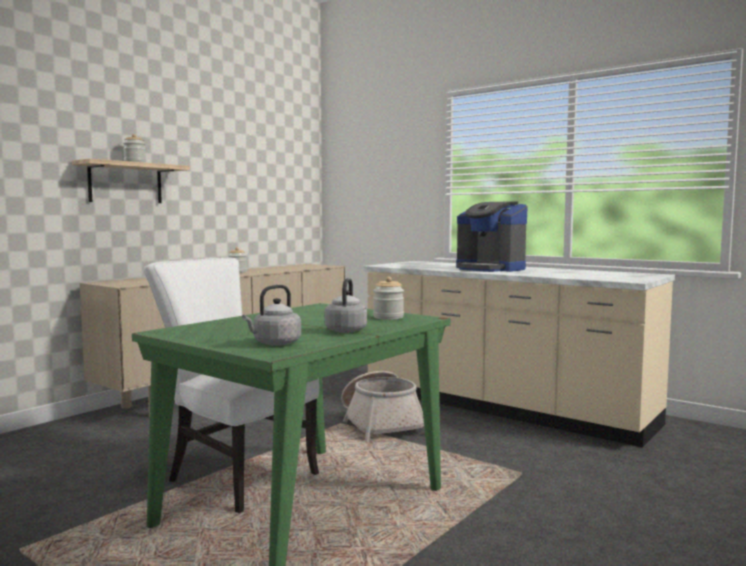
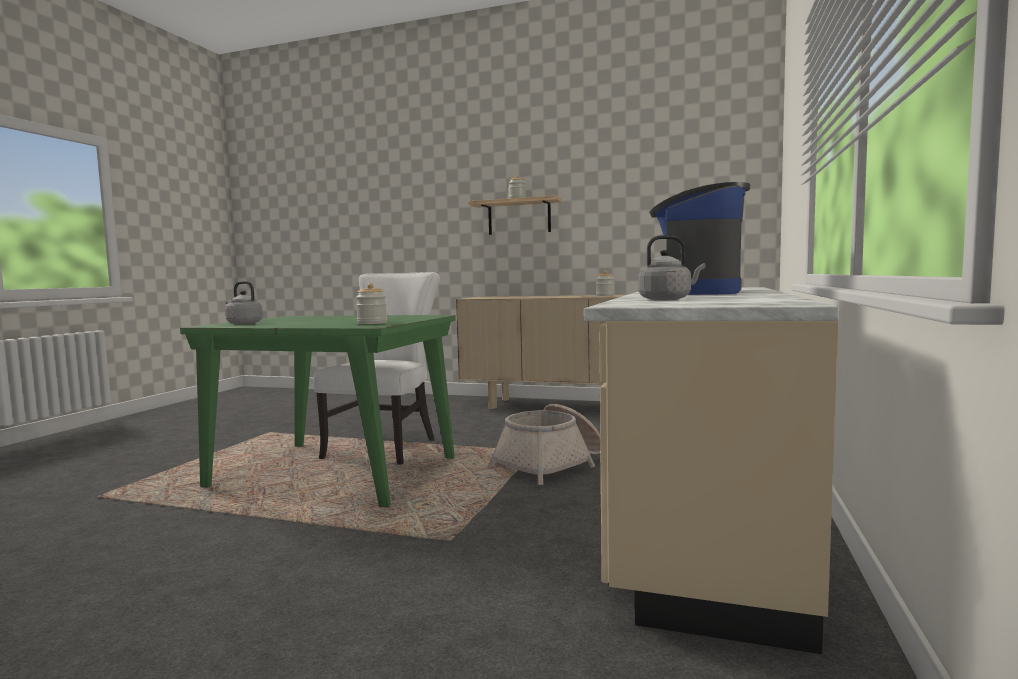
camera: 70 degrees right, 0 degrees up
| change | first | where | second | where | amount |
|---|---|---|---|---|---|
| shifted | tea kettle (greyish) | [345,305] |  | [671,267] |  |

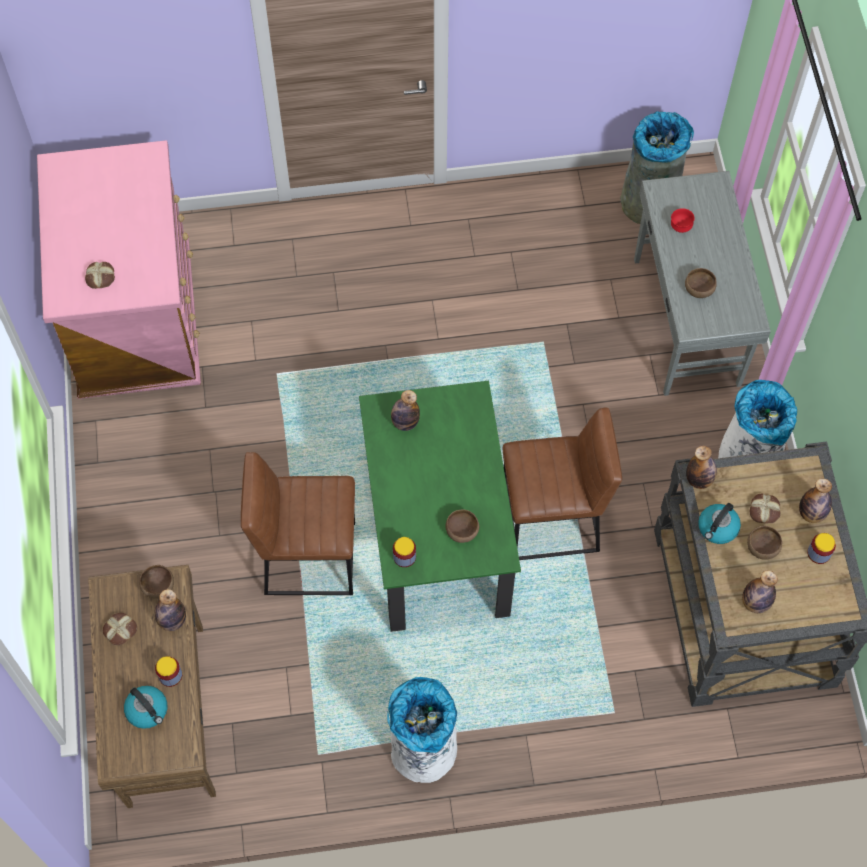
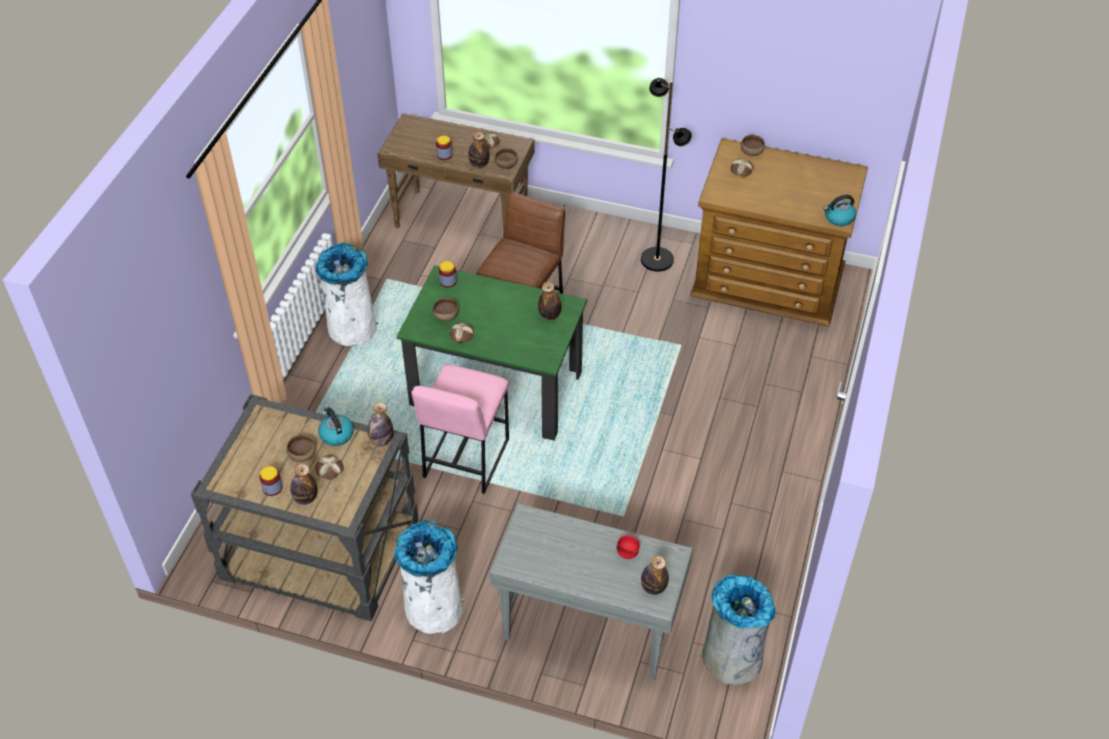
camera: 115 degrees right, 15 degrees down
| change | first | where | second | where | amount |
|---|---|---|---|---|---|
| repainted | plain chair (brownish) | [562,484] | plain chair (pink-coloured) | [460,429] |  |
| new |  |  | baked bread | [462,332] |  |
| new |  |  | standing lamp (black-coloured) | [666,174] |  |
| shifted | drink bottle | [760,592] |  | [655,575] |  |
| repainted | drawer chest (pink-coloured) | [119,269] | drawer chest (brownish) | [779,232] |  |
| shifted | bowl (brownish) | [701,283] |  | [753,145] |  |
| shifted | tea kettle | [145,707] |  | [839,210] |  |

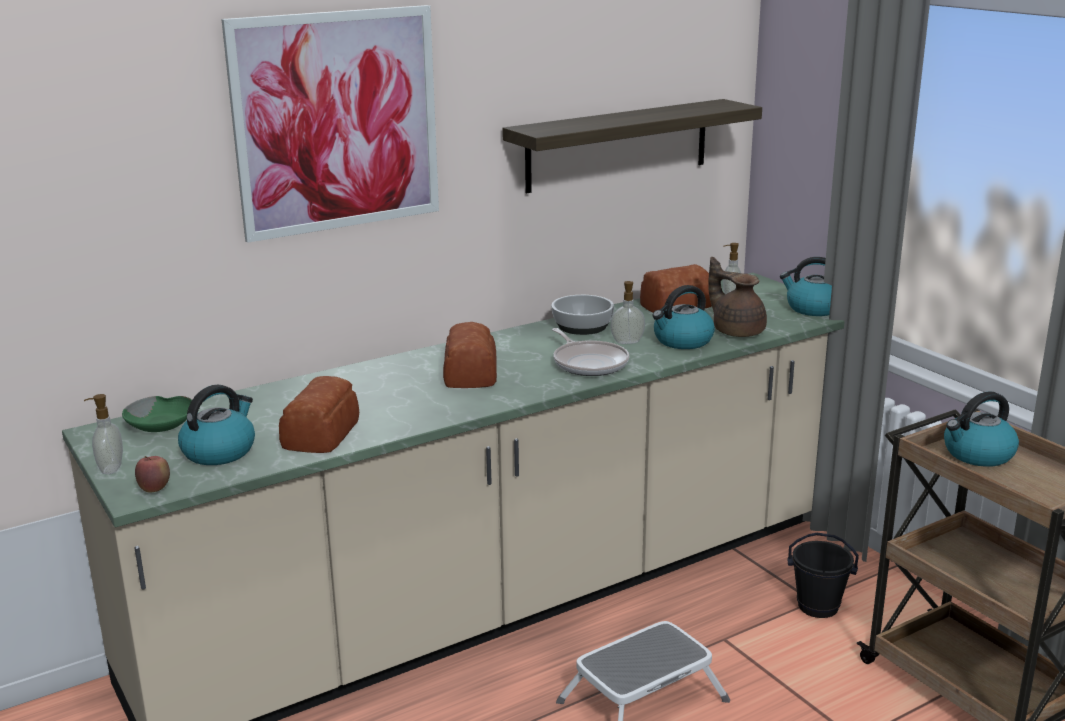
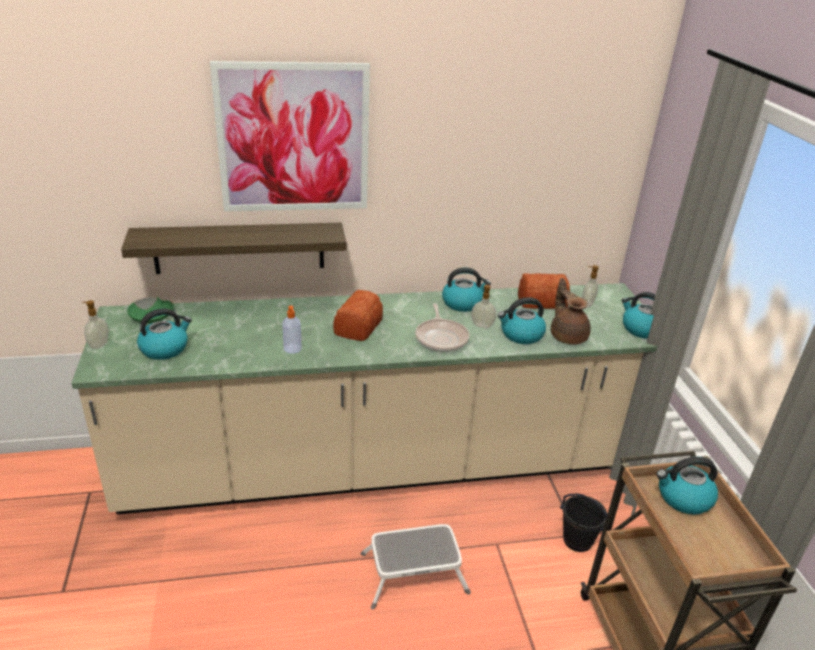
camera: 20 degrees right, 10 degrees up
| change | first | where | second | where | amount |
|---|---|---|---|---|---|
| shifted | bracket shelf | [632,146] |  | [234,248] |  |
| new |  |  | liquid soap bottle | [292,330] |  |
| swapped | bowl | [582,315] | tea kettle | [466,289] |  |
| gone | apple | [152,474] |  |  |  |
| gone | baked bread | [319,414] |  |  |  |

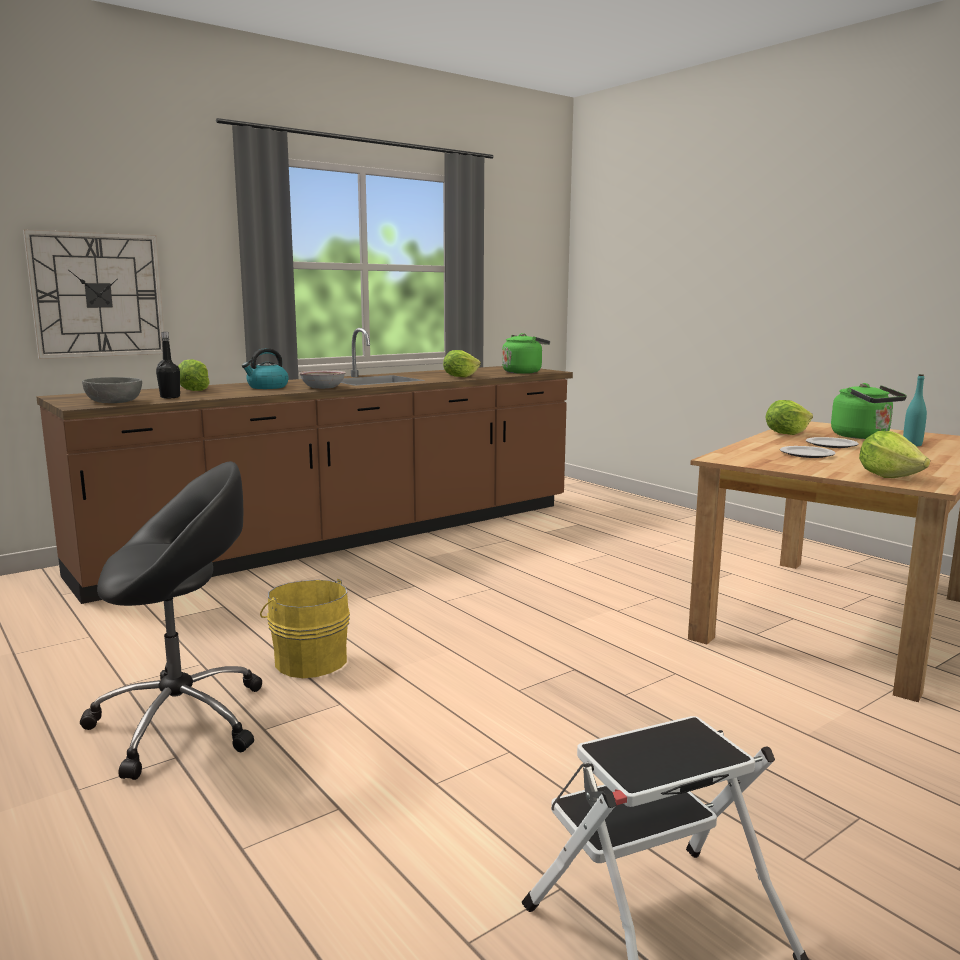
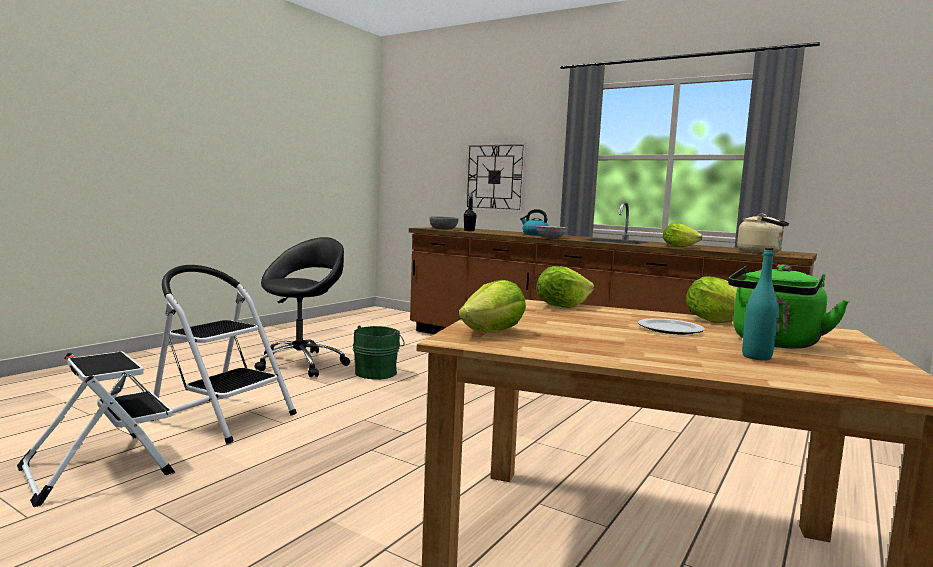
camera: 70 degrees right, 5 degrees down
| change | first | where | second | where | amount |
|---|---|---|---|---|---|
| new |  |  | step ladder | [225,354] |  |
| rotated | office chair (black-coloured) | [171,620] |  | [302,307] | 105 degrees counterclockwise |
| repainted | water bucket (yellowish) | [305,628] | water bucket (greenish) | [378,352] |  |
| shifted | lettuce head | [194,375] |  | [565,287] |  |
| repainted | tea kettle (greenish) | [526,353] | tea kettle (sand-coloured) | [763,234] |  |
| gone | dinner plate | [808,452] |  |  |  |

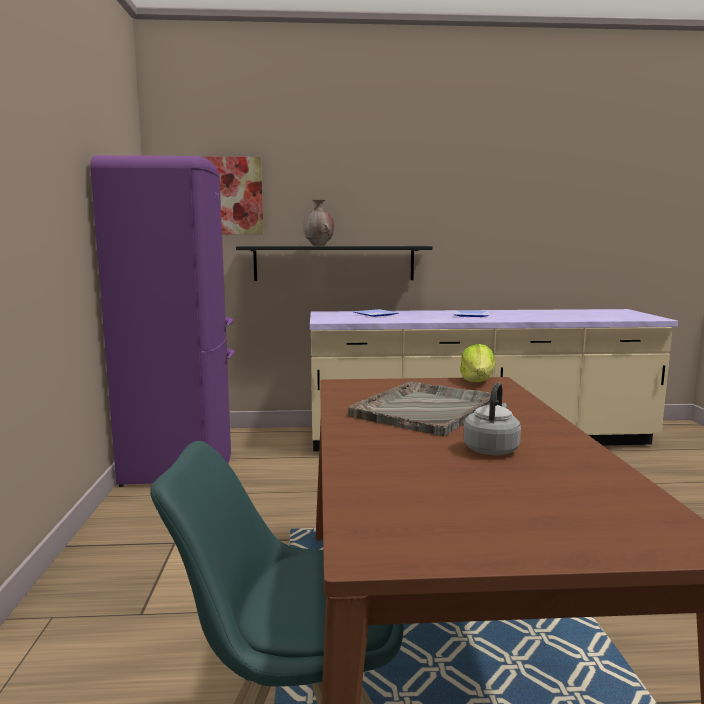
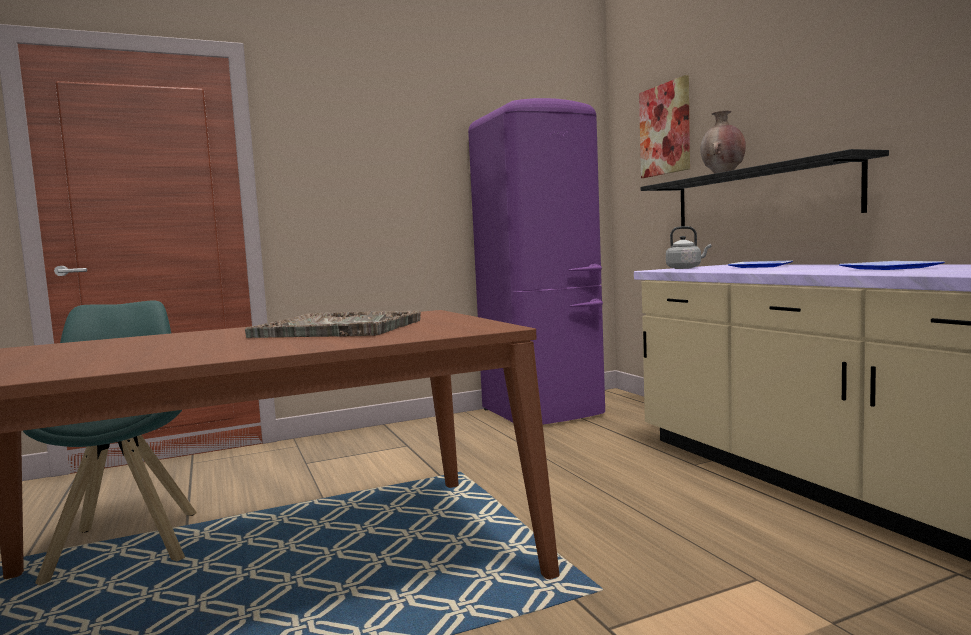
camera: 70 degrees right, 5 degrees down
| change | first | where | second | where | amount |
|---|---|---|---|---|---|
| shifted | tea kettle (greyish) | [492,418] |  | [688,247] |  |
| gone | lettuce head | [477,363] |  |  |  |

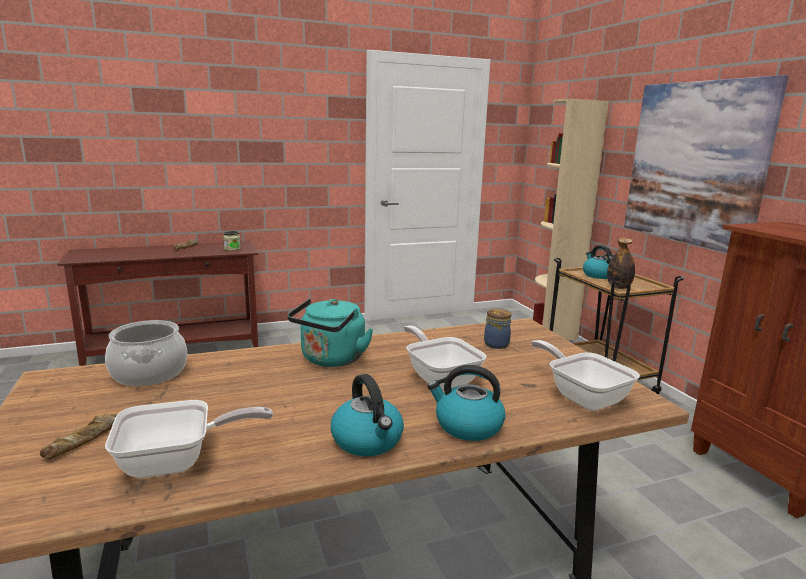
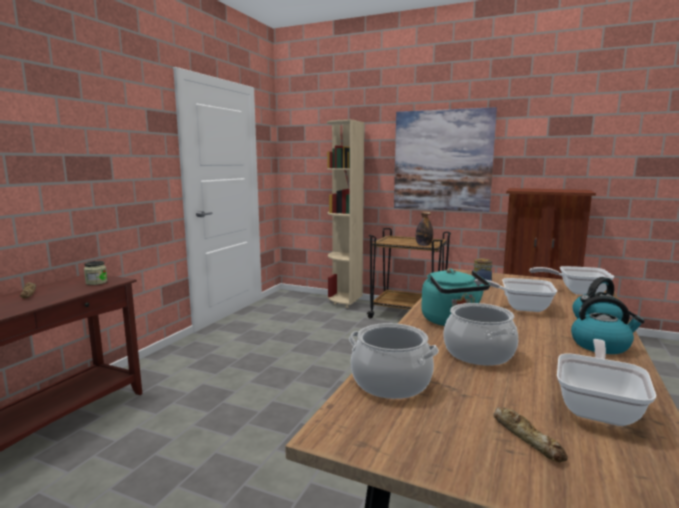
camera: 45 degrees left, 5 degrees down
| change | first | where | second | where | amount |
|---|---|---|---|---|---|
| new |  |  | saucepot | [480,334] |  |
| gone | tea kettle | [597,262] |  |  |  |

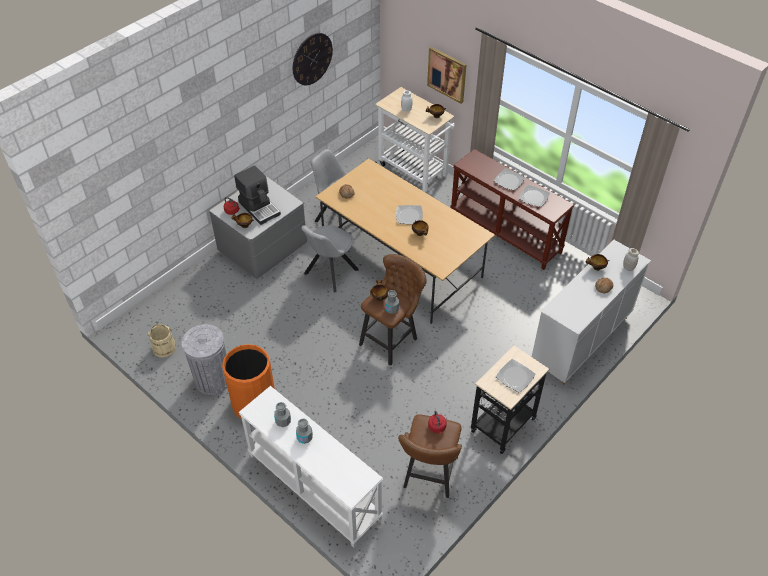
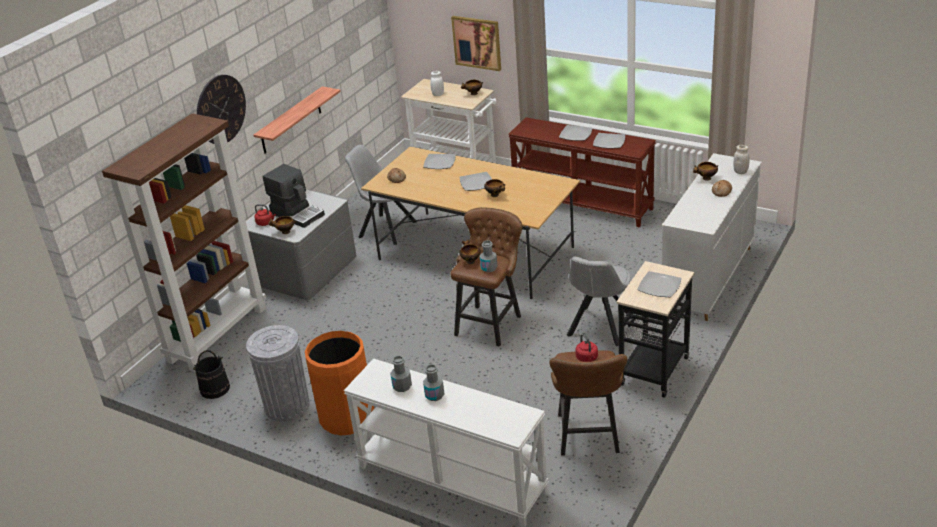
camera: 10 degrees left, 15 degrees down
| change | first | where | second | where | amount |
|---|---|---|---|---|---|
| new |  |  | bookcase (brownish) | [184,242] |  |
| repainted | water bucket (sand-coloured) | [161,341] | water bucket (black-coloured) | [211,374] |  |
| shifted | wall clock | [313,59] |  | [221,109] |  |
| new |  |  | bracket shelf | [297,120] |  |
| new |  |  | dinner plate | [439,161] |  |
| shifted | plain chair (greyish) | [330,258] |  | [599,301] |  |

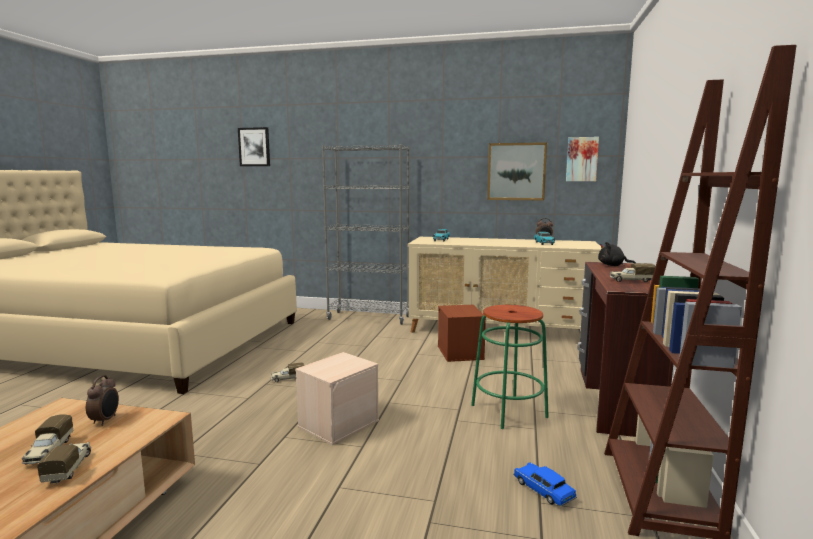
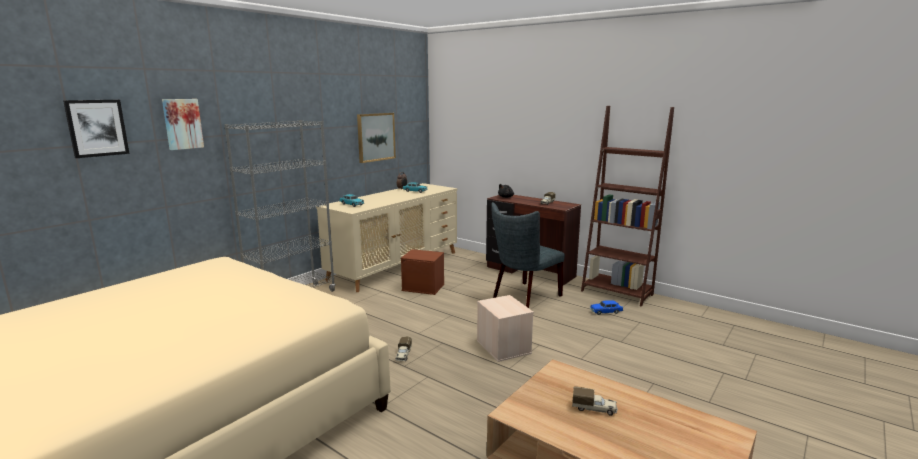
camera: 65 degrees left, 5 degrees up
| change | first | where | second | where | amount |
|---|---|---|---|---|---|
| shifted | wall picture | [582,159] |  | [183,124] |  |
| swapped | stool seat (greenish) | [510,367] | plain chair (greyish) | [528,255] |  |
| gone | toy lorry | [64,463] |  |  |  |
| gone | alarm clock | [102,400] |  |  |  |

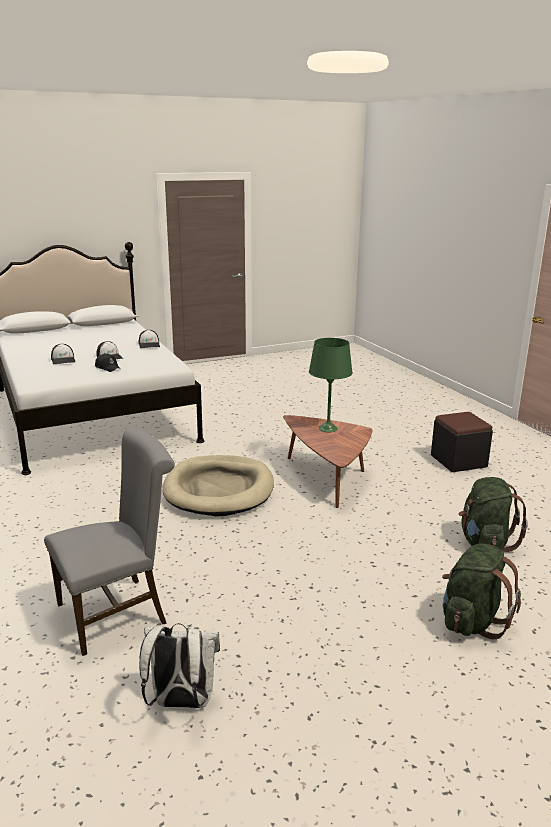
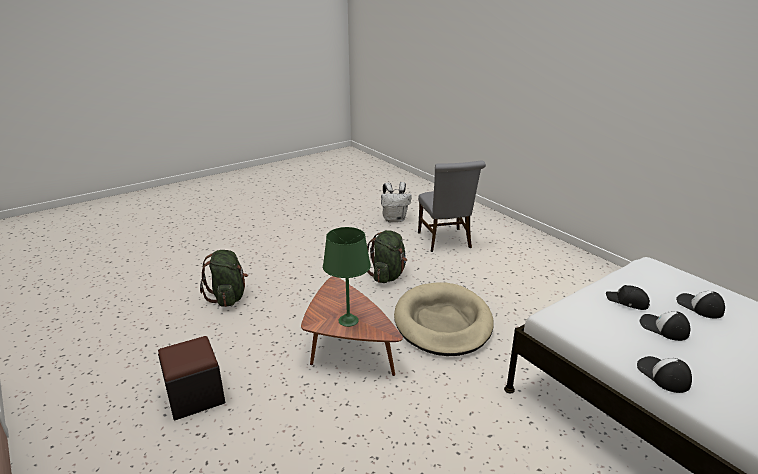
camera: 170 degrees right, 5 degrees up
| change | first | where | second | where | amount |
|---|---|---|---|---|---|
| shifted | backpack (greenish) | [481,591] |  | [387,256] |  |
| rotated | plain chair (greyish) | [109,541] |  | [452,206] | 60 degrees counterclockwise |

